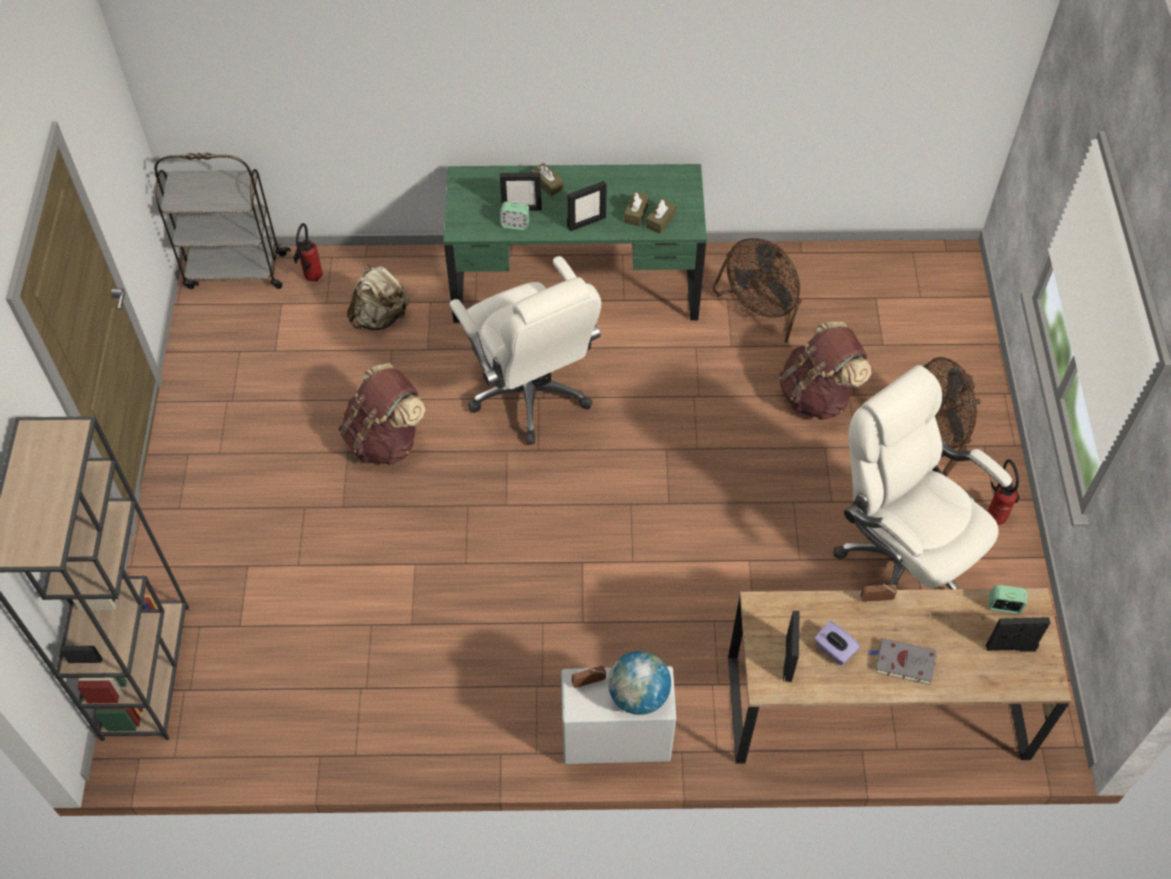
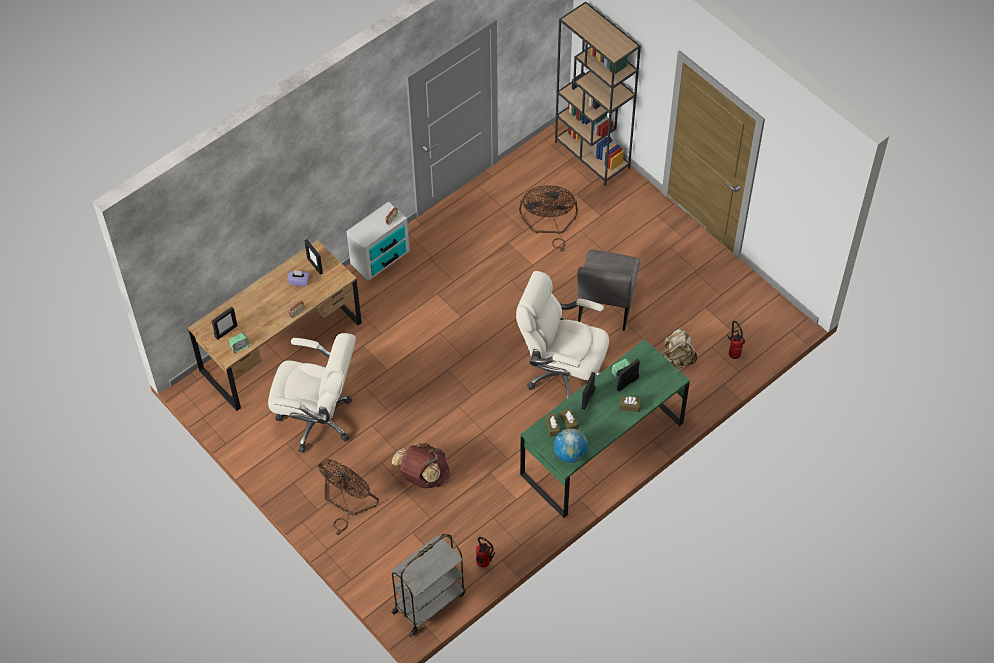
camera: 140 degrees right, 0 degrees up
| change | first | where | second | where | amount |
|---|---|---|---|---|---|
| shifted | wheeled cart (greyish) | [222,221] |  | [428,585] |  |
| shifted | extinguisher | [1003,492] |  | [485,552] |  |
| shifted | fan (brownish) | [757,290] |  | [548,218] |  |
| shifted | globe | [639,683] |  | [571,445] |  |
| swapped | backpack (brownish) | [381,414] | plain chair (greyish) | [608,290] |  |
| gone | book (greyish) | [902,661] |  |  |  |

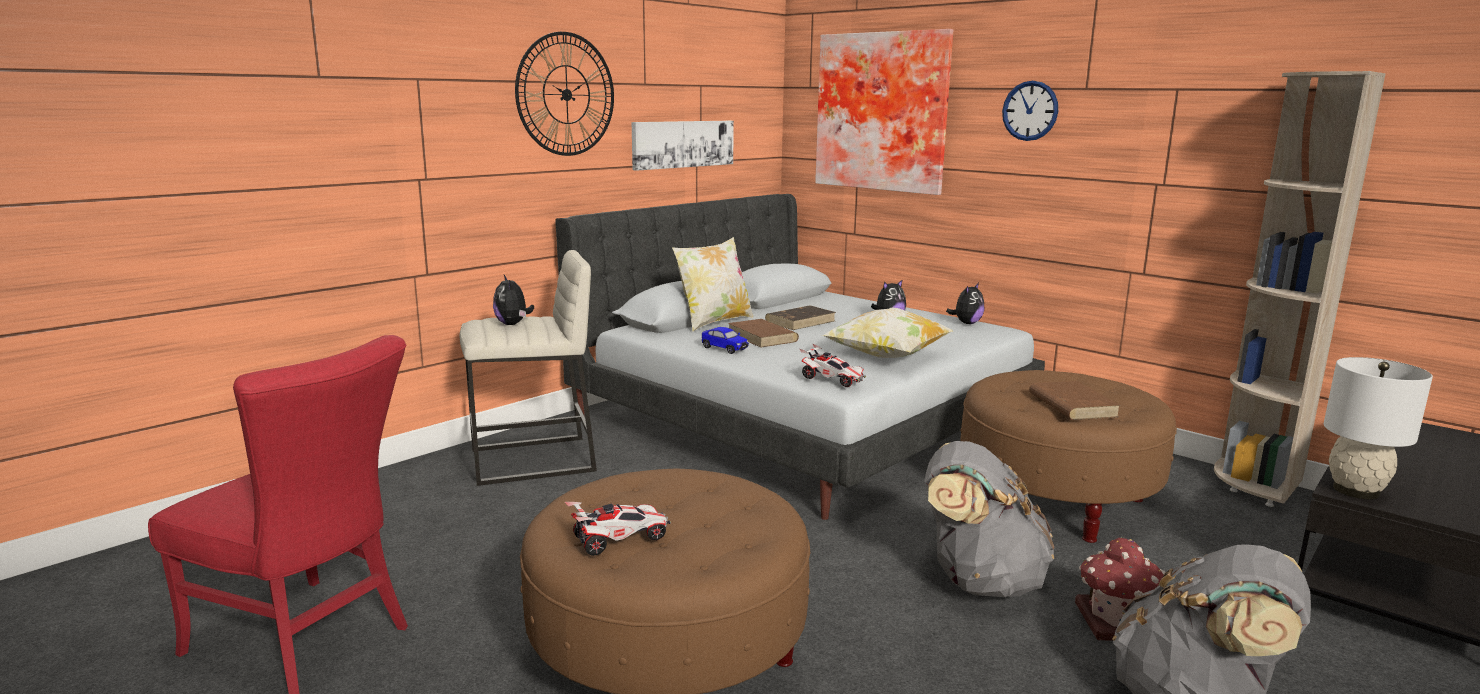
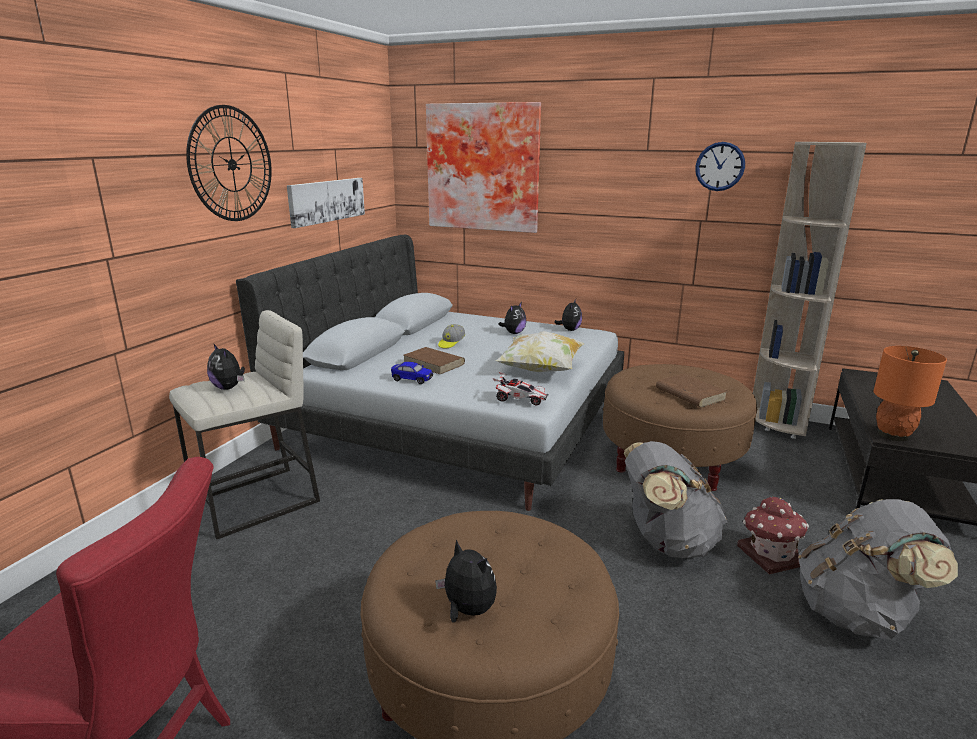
camera: 20 degrees left, 5 degrees up
| change | first | where | second | where | amount |
|---|---|---|---|---|---|
| swapped | toy car | [618,529] | cuddly toy | [466,580] |  |
| swapped | book (brownish) | [800,317] | baseball cap | [451,336] |  |
| shifted | wall clock | [1030,111] |  | [720,166] |  |
| repainted | lamp for a table (white) | [1378,428] | lamp for a table (orange-coloured) | [910,393] |  |
| gone | cushion | [712,284] |  |  |  |

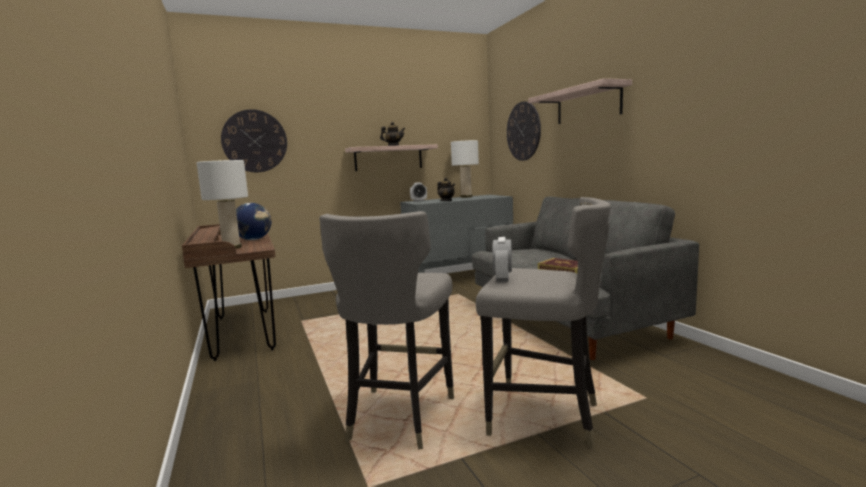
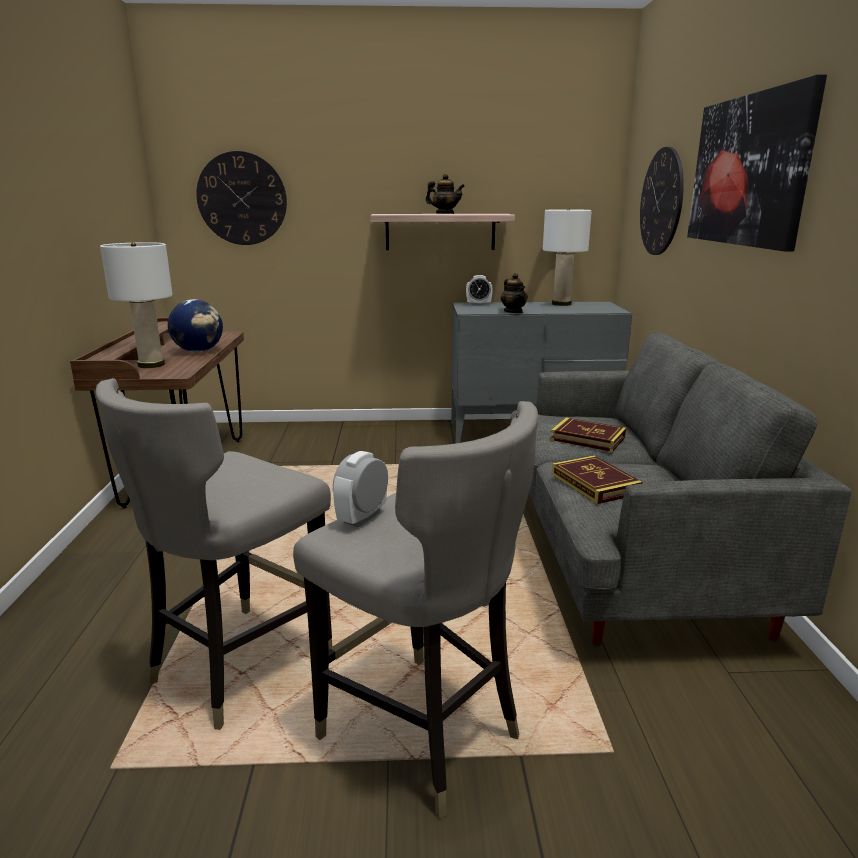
camera: 20 degrees right, 10 degrees up
| change | first | where | second | where | amount |
|---|---|---|---|---|---|
| new |  |  | book | [588,435] |  |
| swapped | bracket shelf | [580,101] | wall picture | [757,163] |  |

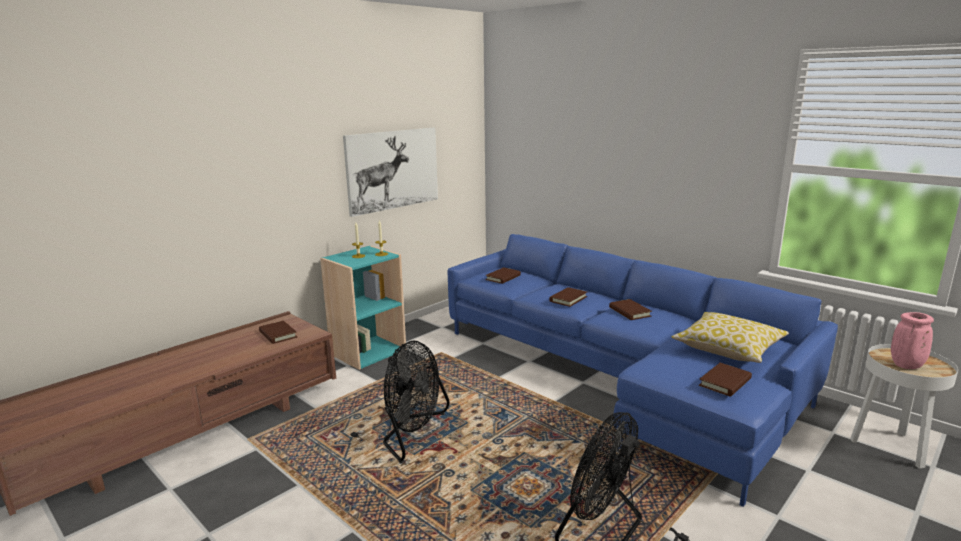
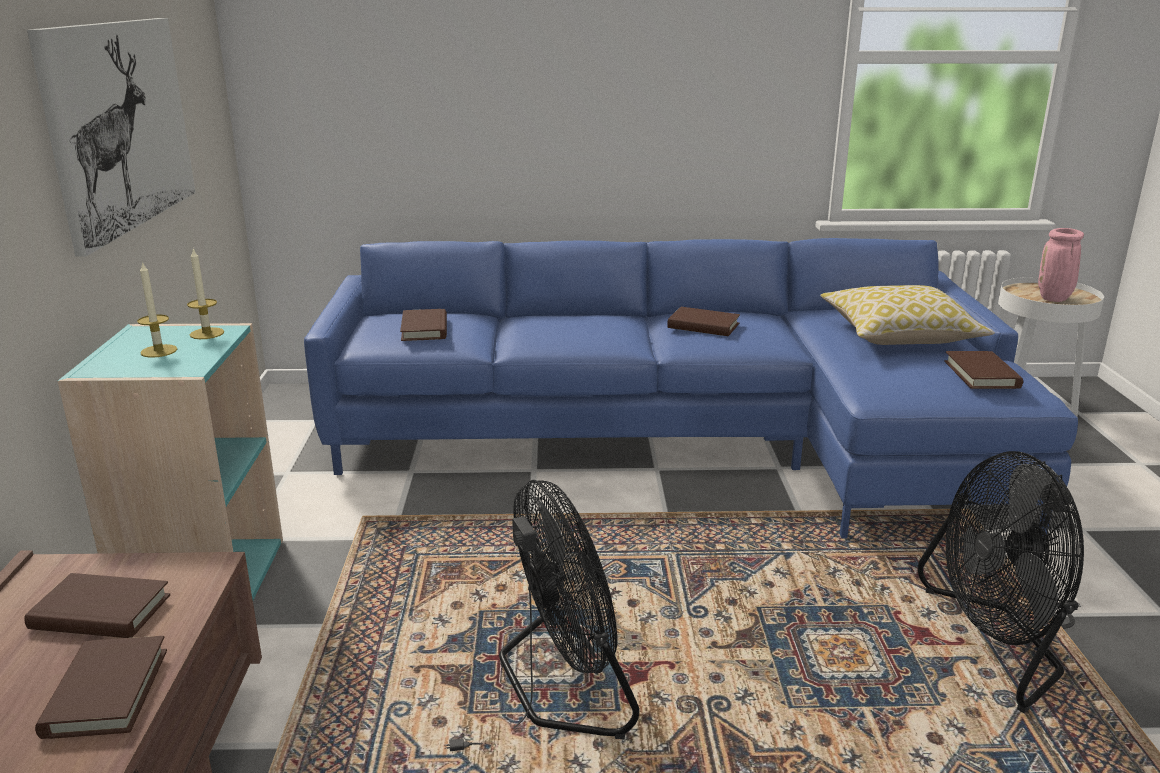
camera: 45 degrees left, 5 degrees up
| change | first | where | second | where | amount |
|---|---|---|---|---|---|
| shifted | book (brownish) | [568,297] |  | [101,687] |  |

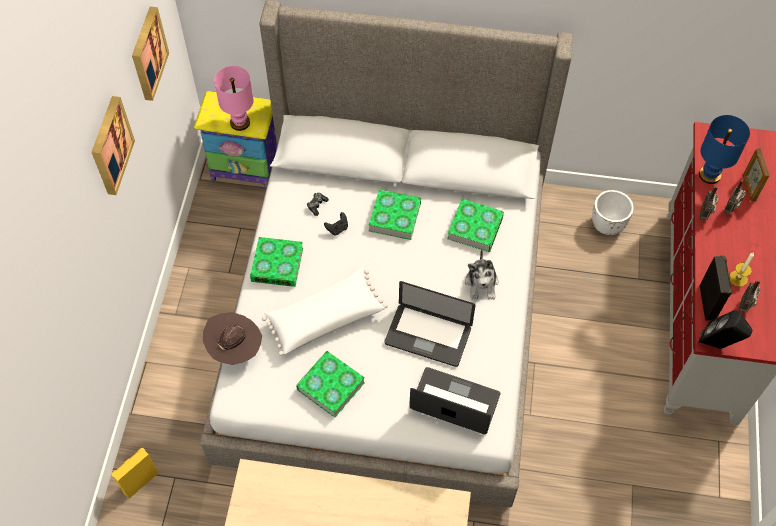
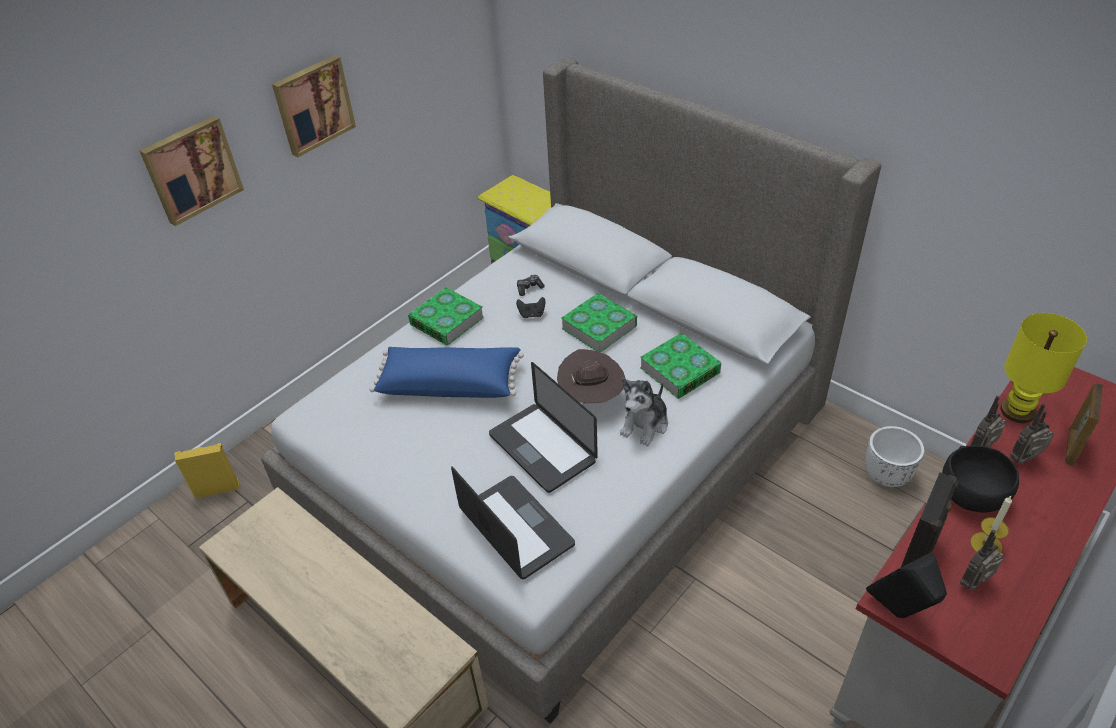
camera: 35 degrees right, 15 degrees down
| change | first | where | second | where | amount |
|---|---|---|---|---|---|
| shifted | wall picture | [150,54] |  | [191,171] |  |
| repainted | cushion (white) | [325,311] | cushion (blue-coloured) | [446,372] |  |
| shifted | hat (brownish) | [232,338] |  | [591,376] |  |
| new |  |  | bowl (black-coloured) | [980,479] |  |
| repainted | lamp for a table (blue-coloured) | [724,149] | lamp for a table (yellowish) | [1043,368] |  |
| gone | lamp for a table (pink-coloured) | [234,98] |  |  |  |
| gone | book | [330,384] |  |  |  |

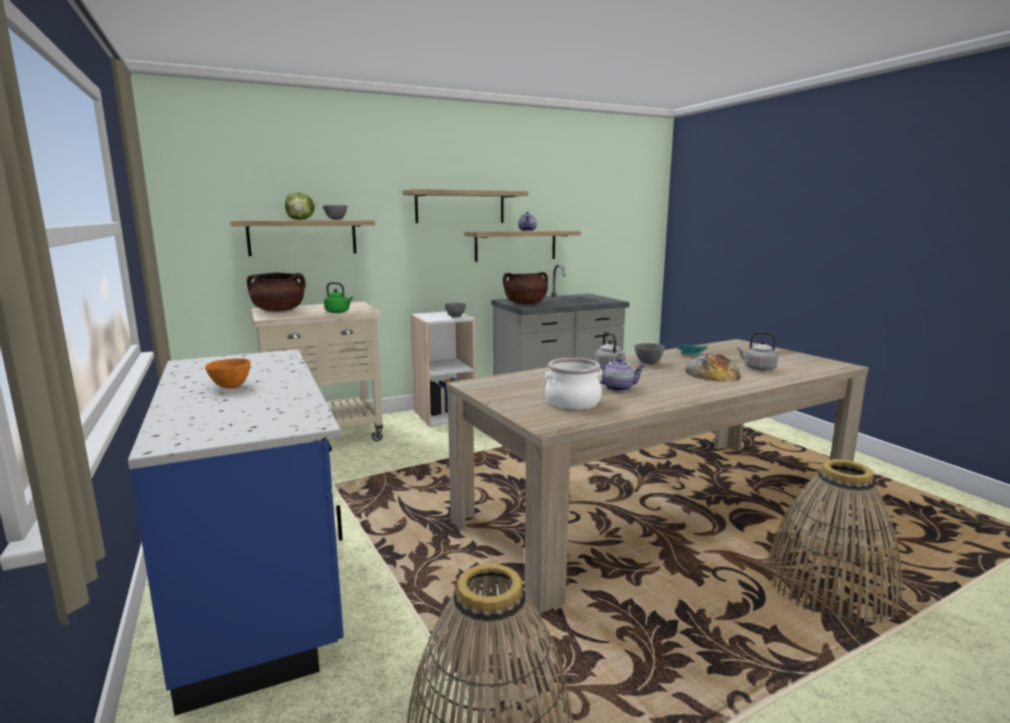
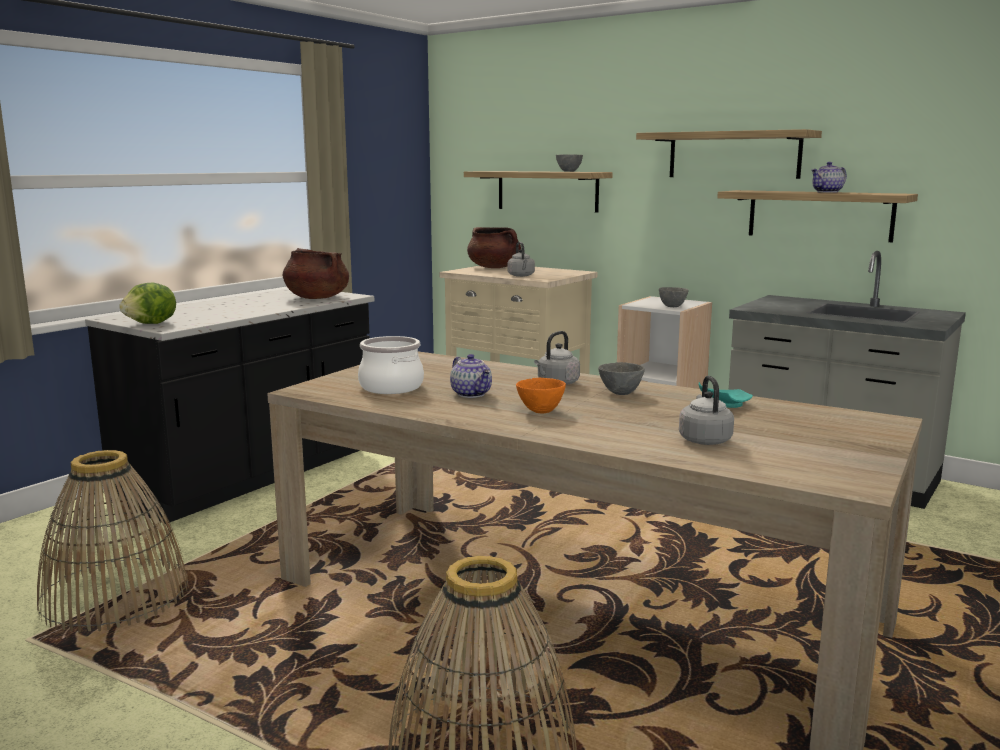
camera: 60 degrees right, 0 degrees up
| change | first | where | second | where | amount |
|---|---|---|---|---|---|
| repainted | kitchen counter (blue-coloured) | [236,532] | kitchen counter (black-coloured) | [229,406] |  |
| shifted | lettuce head | [300,206] |  | [147,303] |  |
| shifted | saucepot (brownish) | [525,288] |  | [316,273] |  |
| repainted | tea kettle (greenish) | [338,297] | tea kettle (greyish) | [521,259] |  |
| shifted | bowl (orange-coloured) | [228,373] |  | [541,395] |  |
| gone | baked bread | [713,368] |  |  |  |

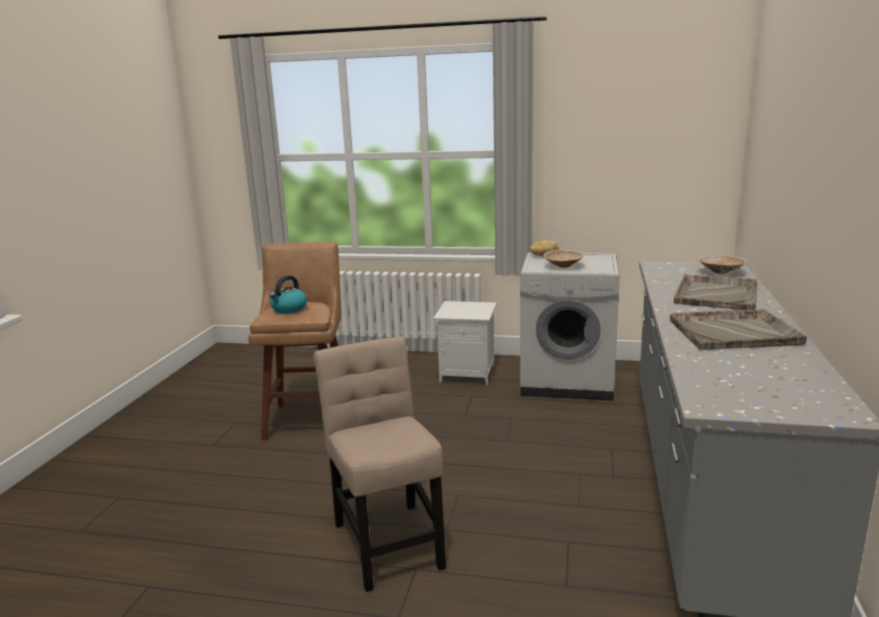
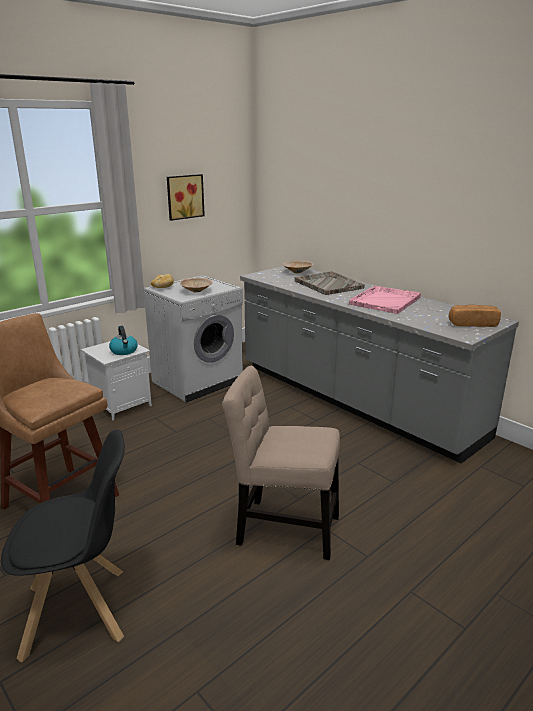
camera: 55 degrees left, 5 degrees up
| change | first | where | second | where | amount |
|---|---|---|---|---|---|
| new |  |  | plain chair (black-coloured) | [63,546] |  |
| shifted | tea kettle | [288,294] |  | [123,340] |  |
| new |  |  | wall picture | [186,197] |  |
| repainted | serving tray (greyish) | [738,329] | serving tray (pink-coloured) | [385,300] |  |
| new |  |  | baked bread | [475,316] |  |

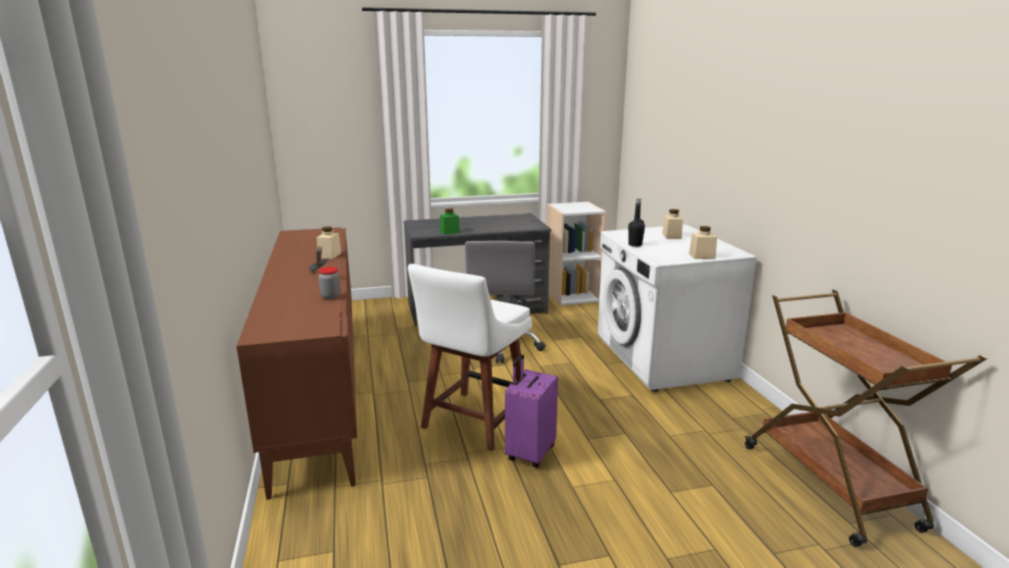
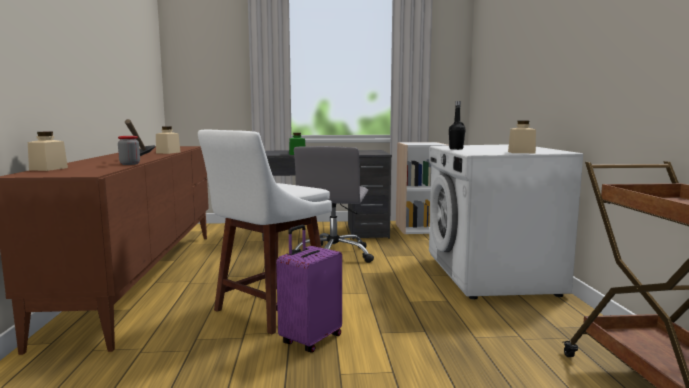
camera: 10 degrees right, 10 degrees down
| change | first | where | second | where | amount |
|---|---|---|---|---|---|
| shifted | storage jar (sand-coloured) | [672,224] |  | [48,151] |  |

